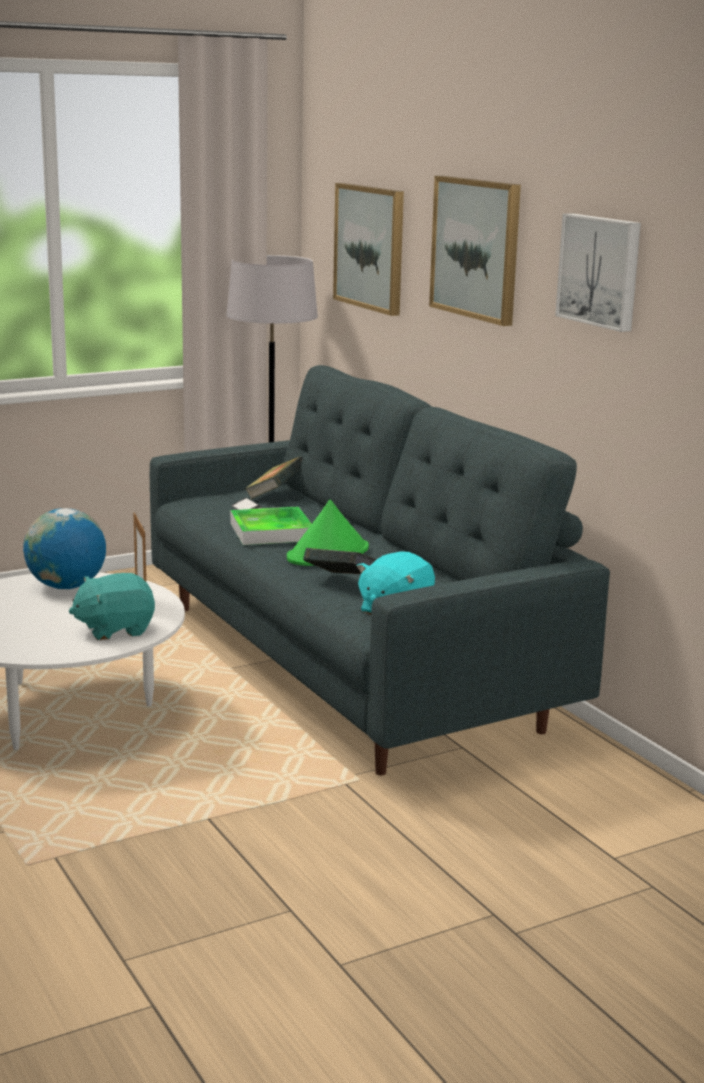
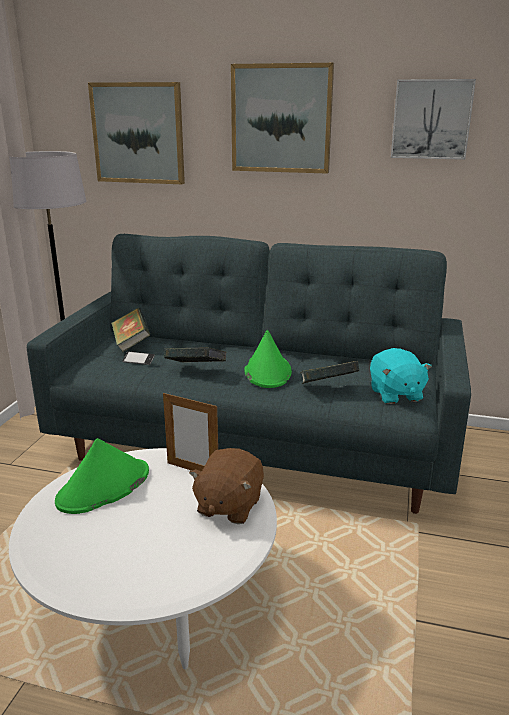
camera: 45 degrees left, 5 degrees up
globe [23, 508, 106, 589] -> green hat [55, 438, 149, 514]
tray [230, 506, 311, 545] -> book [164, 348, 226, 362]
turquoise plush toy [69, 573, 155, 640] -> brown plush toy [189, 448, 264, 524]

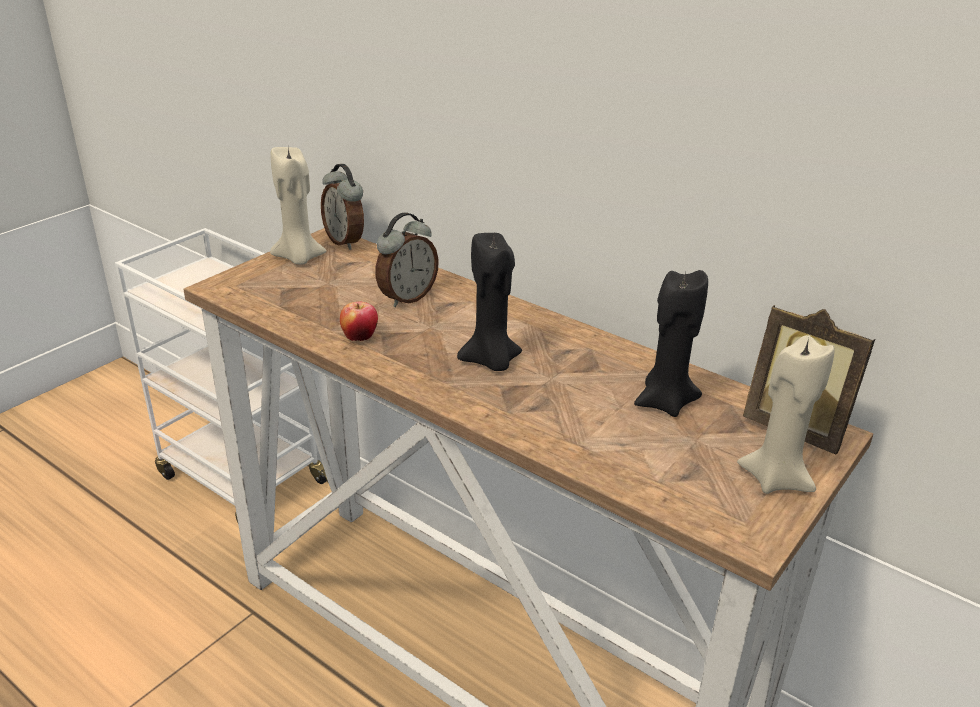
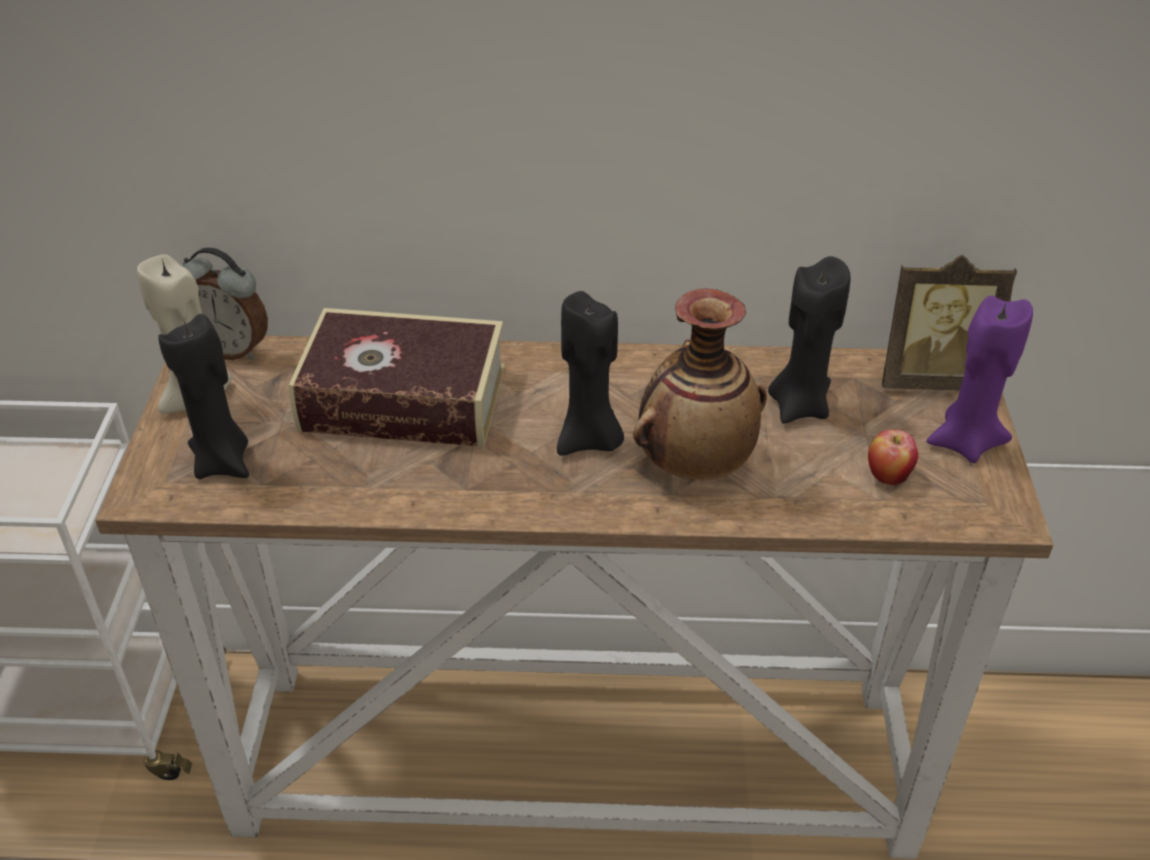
camera: 35 degrees left, 10 degrees up
none -> black candle [158, 314, 249, 479]
alarm clock [375, 213, 439, 307] -> book [288, 308, 505, 447]
none -> vase [633, 288, 767, 480]
apple [340, 302, 378, 341] -> apple [868, 430, 918, 485], move
beige candle [737, 335, 835, 494] -> purple candle [926, 295, 1033, 463]

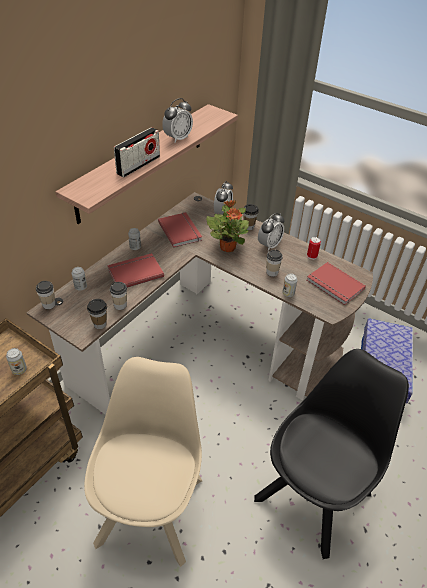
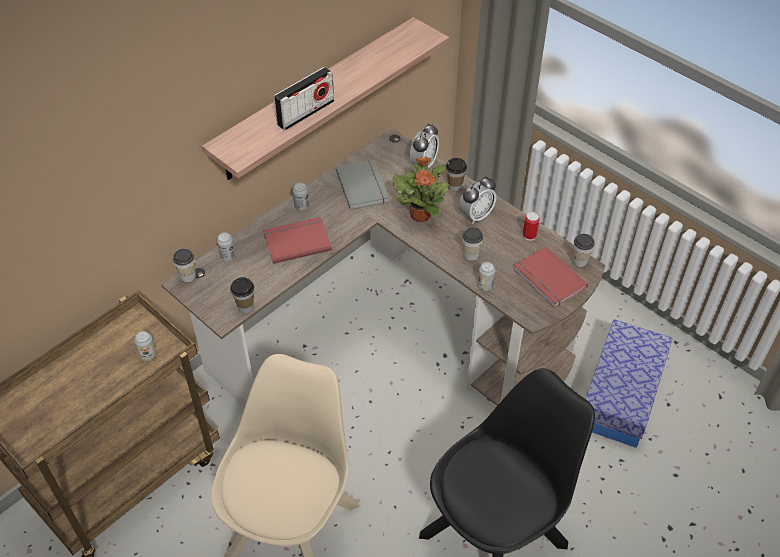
camera: 10 degrees right, 5 degrees up
red book [158, 212, 202, 248] -> grey book [336, 160, 389, 210]
cup [110, 282, 127, 310] -> cup [572, 234, 595, 267], move
alarm clock [162, 98, 193, 143] -> none

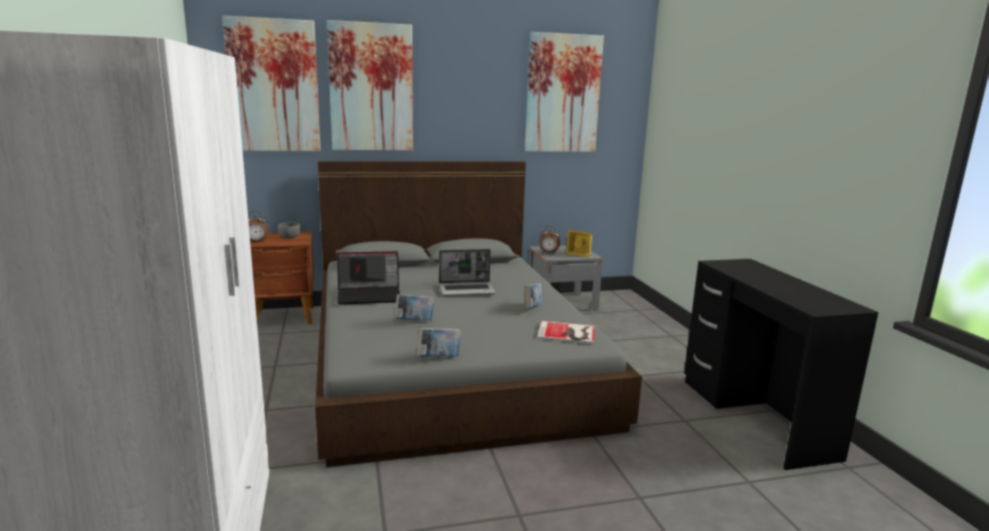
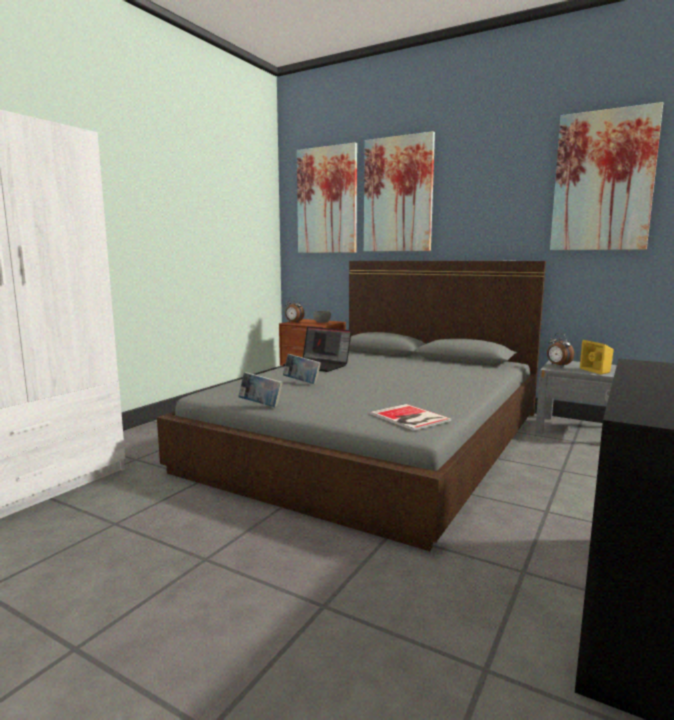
camera: 45 degrees right, 5 degrees down
laptop [439, 249, 496, 296] -> none
book [524, 283, 542, 309] -> none

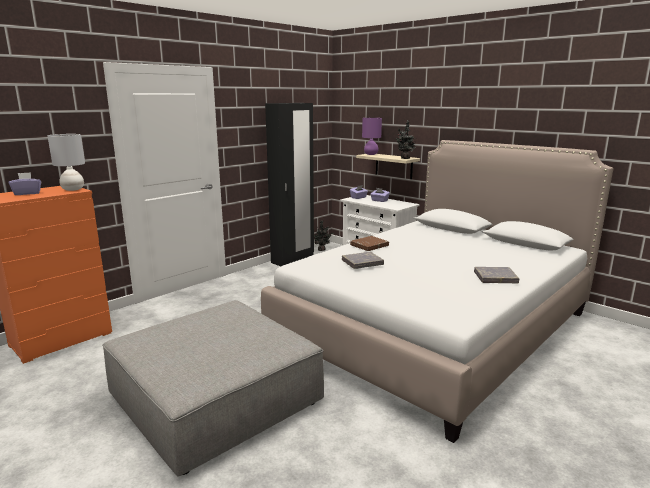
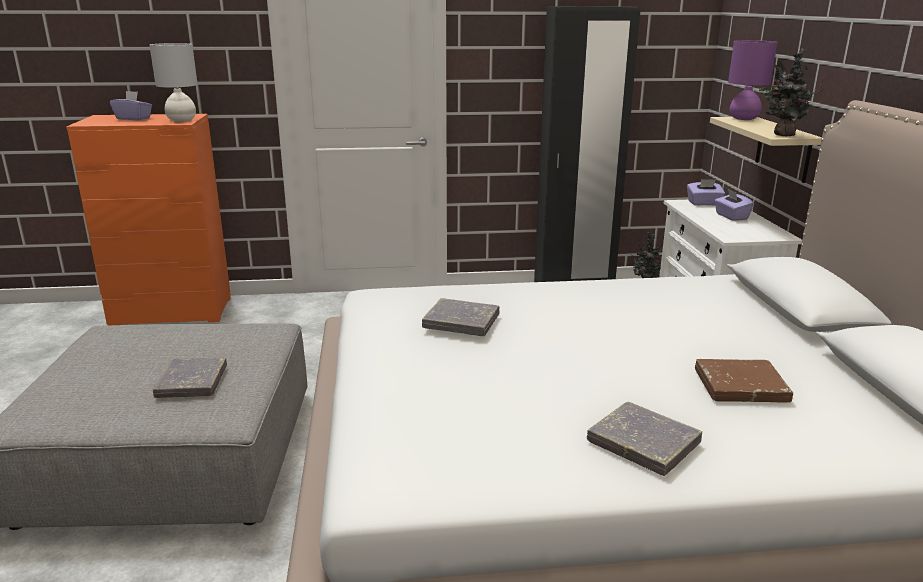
camera: 40 degrees right, 5 degrees up
none -> grey book [153, 357, 227, 398]
brown book [350, 236, 389, 251] -> brown book [695, 359, 793, 403], move

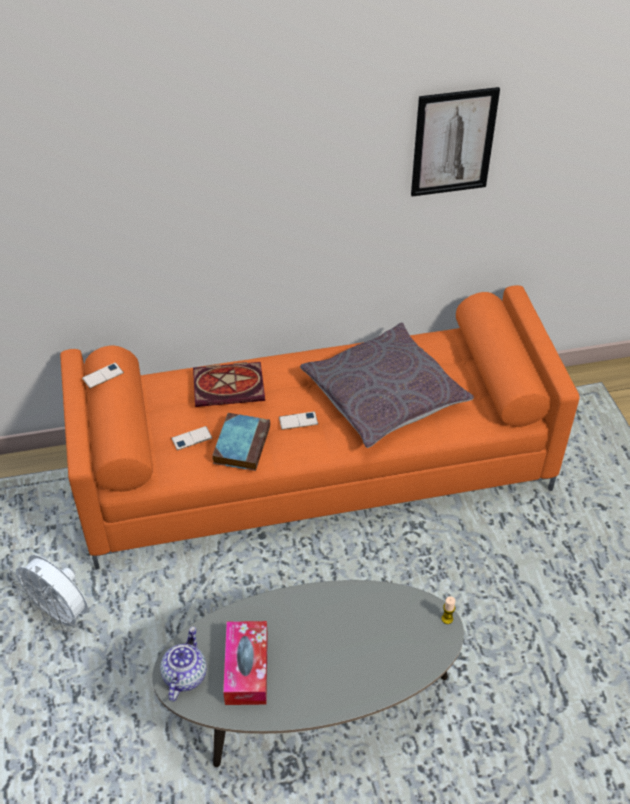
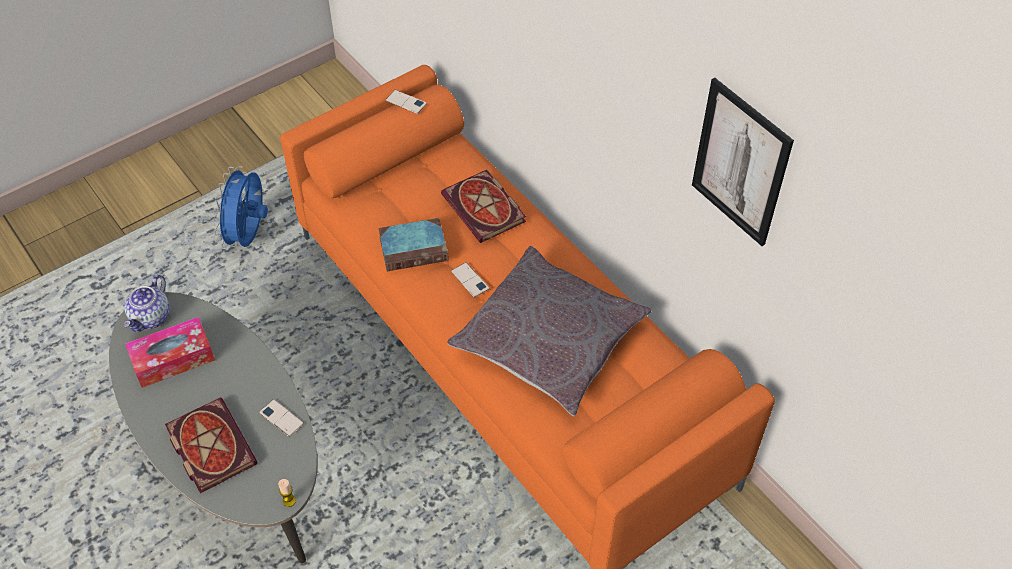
camera: 65 degrees right, 5 degrees up
teapot [160, 627, 207, 702] -> teapot [124, 274, 170, 332], 120 degrees clockwise
none -> book [165, 398, 258, 493]
white fan [9, 555, 88, 632] -> blue fan [213, 166, 268, 249]
phone [171, 426, 212, 450] -> phone [259, 399, 304, 437], move

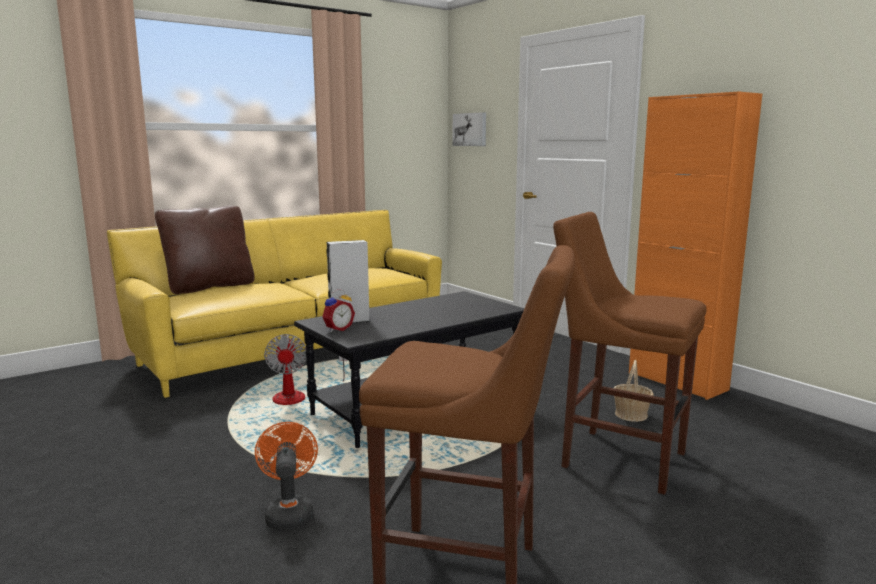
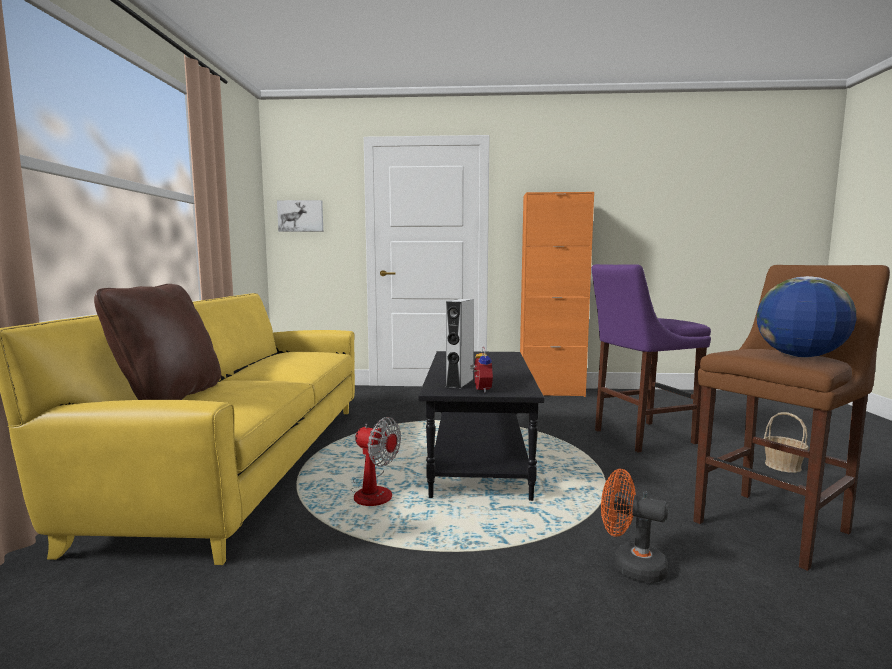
camera: 50 degrees left, 5 degrees down
brown stool [553, 212, 706, 495] -> purple stool [591, 264, 711, 453]
none -> globe [757, 276, 856, 357]
basket [614, 360, 654, 422] -> basket [764, 412, 809, 473], move

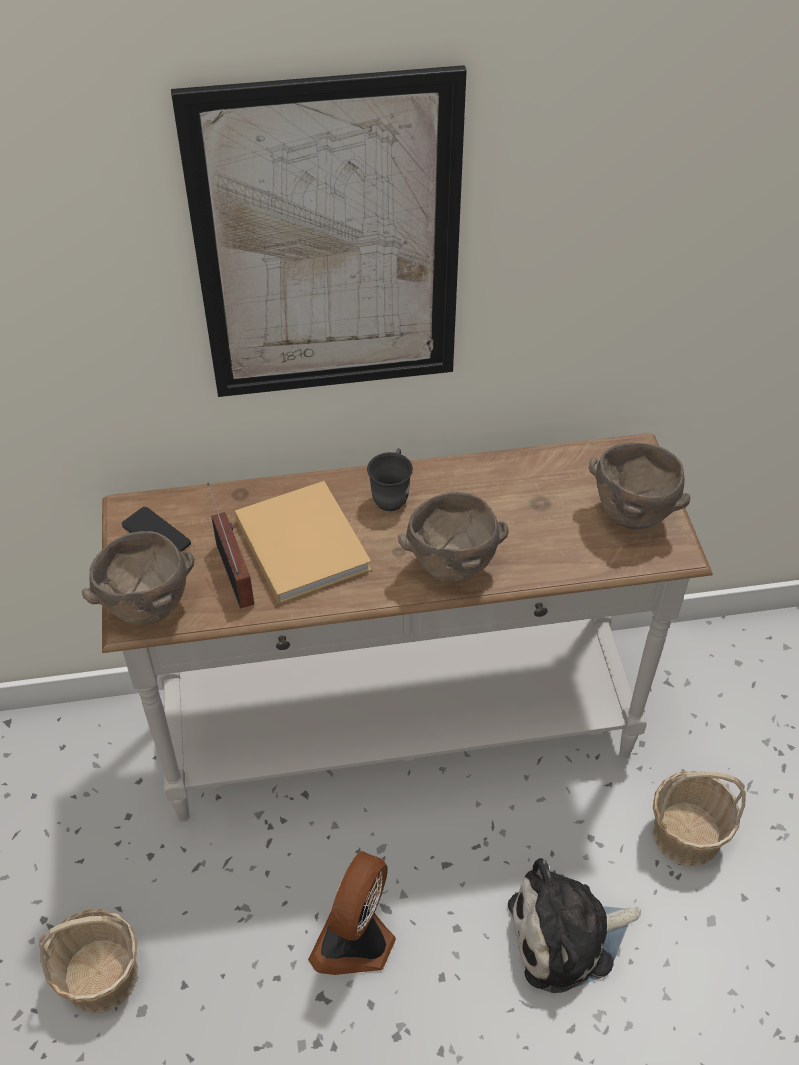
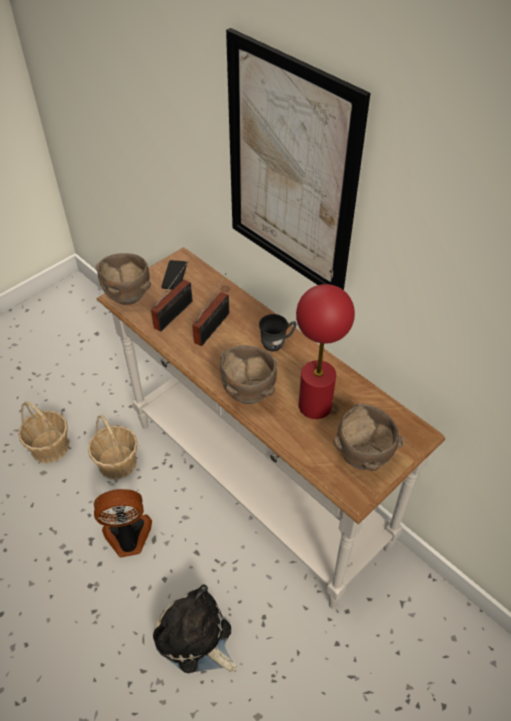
camera: 55 degrees right, 0 degrees up
basket [653, 771, 746, 867] -> basket [88, 414, 138, 479], move
beige book [235, 481, 371, 604] -> radio [192, 273, 229, 346]
none -> red table lamp [296, 284, 355, 419]

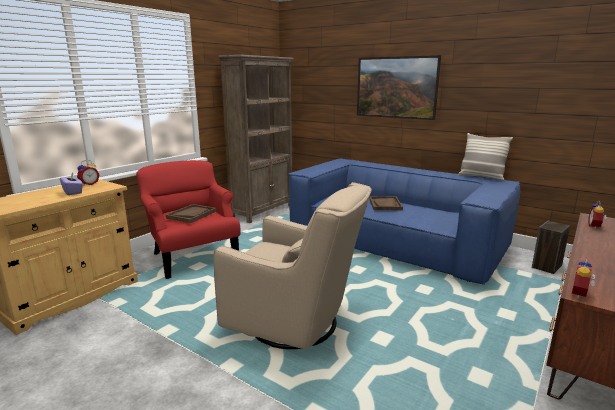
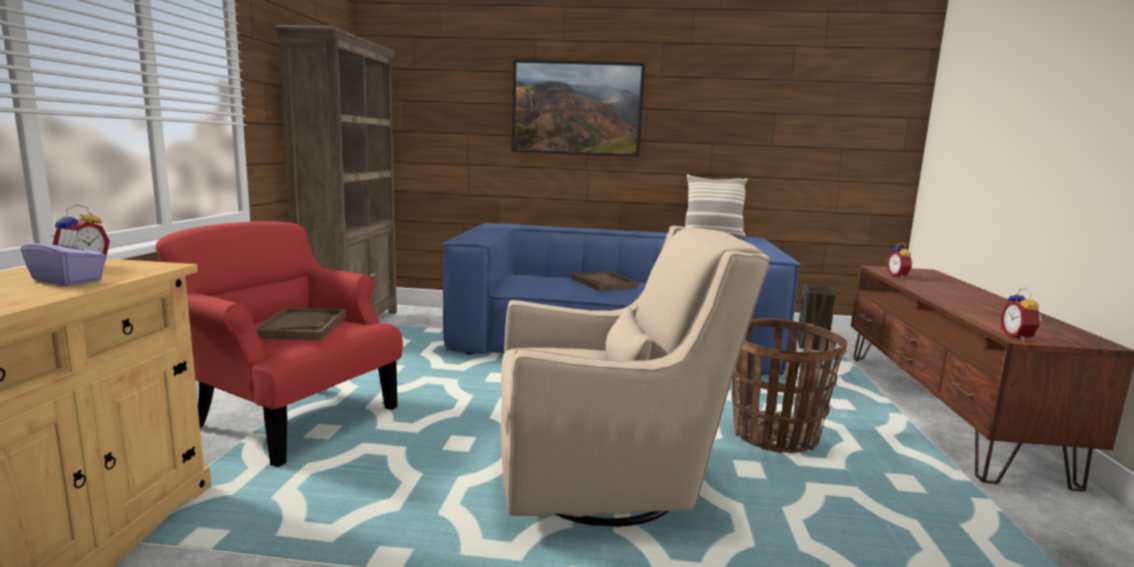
camera: 30 degrees left, 5 degrees down
none -> basket [732, 318, 848, 453]

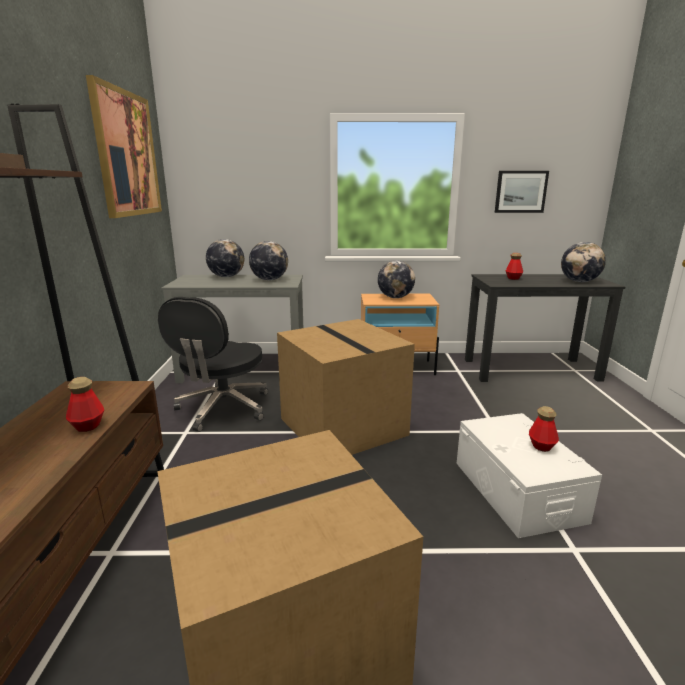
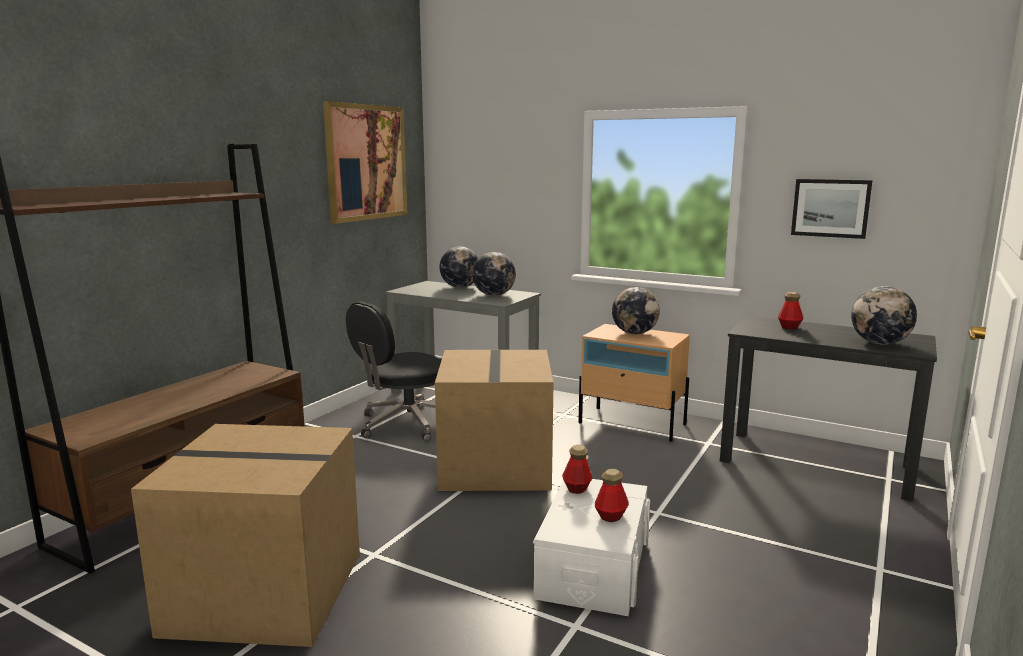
camera: 30 degrees right, 5 degrees down
bottle [66, 377, 104, 432] -> bottle [562, 445, 592, 494], move

